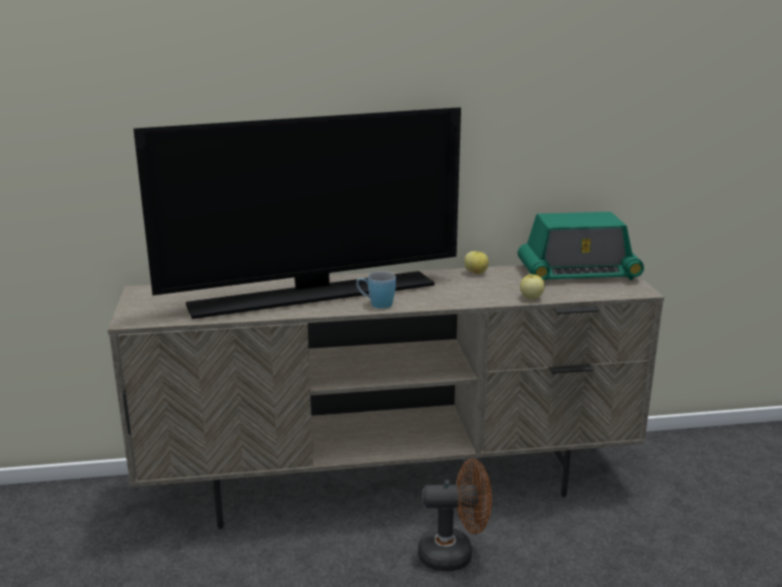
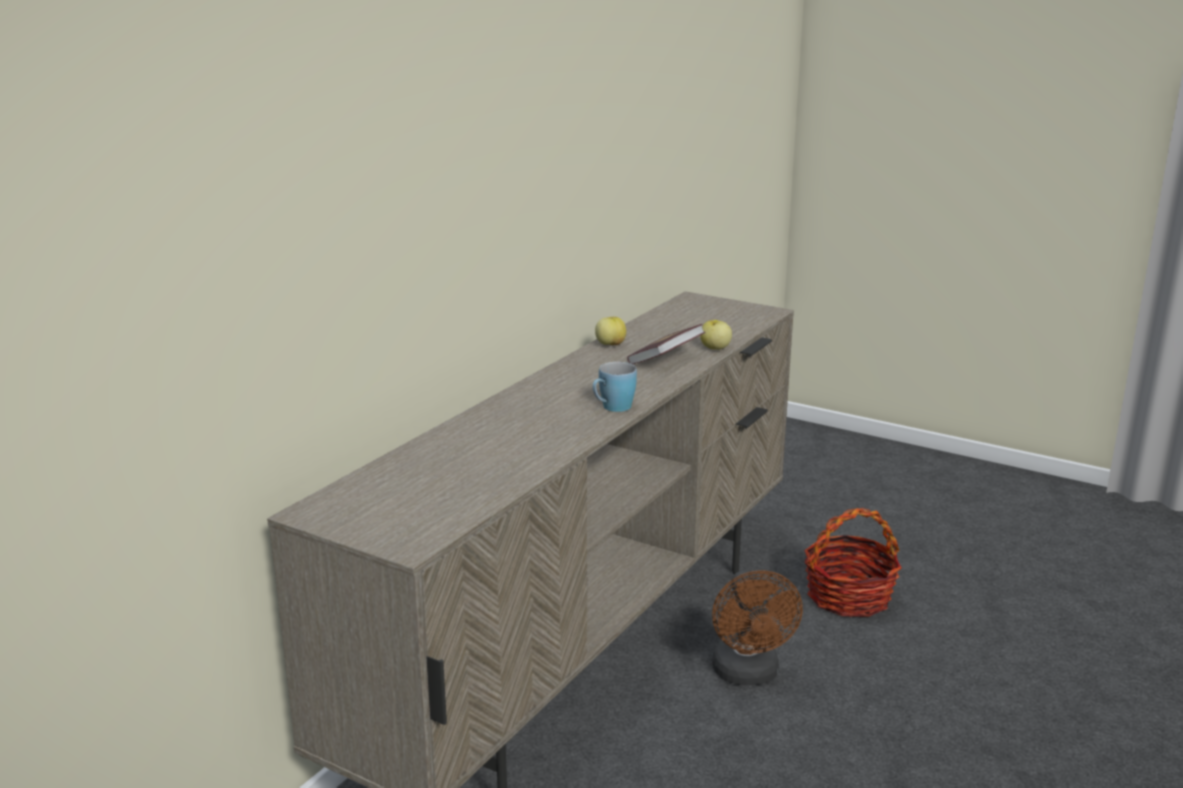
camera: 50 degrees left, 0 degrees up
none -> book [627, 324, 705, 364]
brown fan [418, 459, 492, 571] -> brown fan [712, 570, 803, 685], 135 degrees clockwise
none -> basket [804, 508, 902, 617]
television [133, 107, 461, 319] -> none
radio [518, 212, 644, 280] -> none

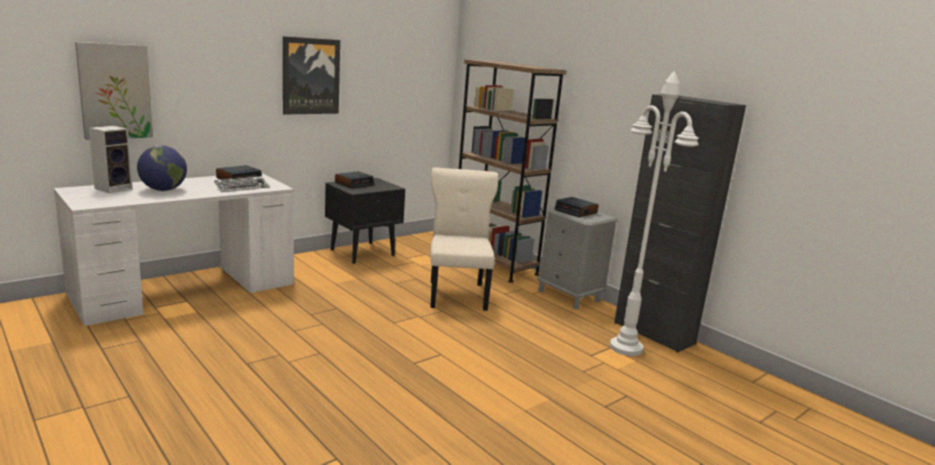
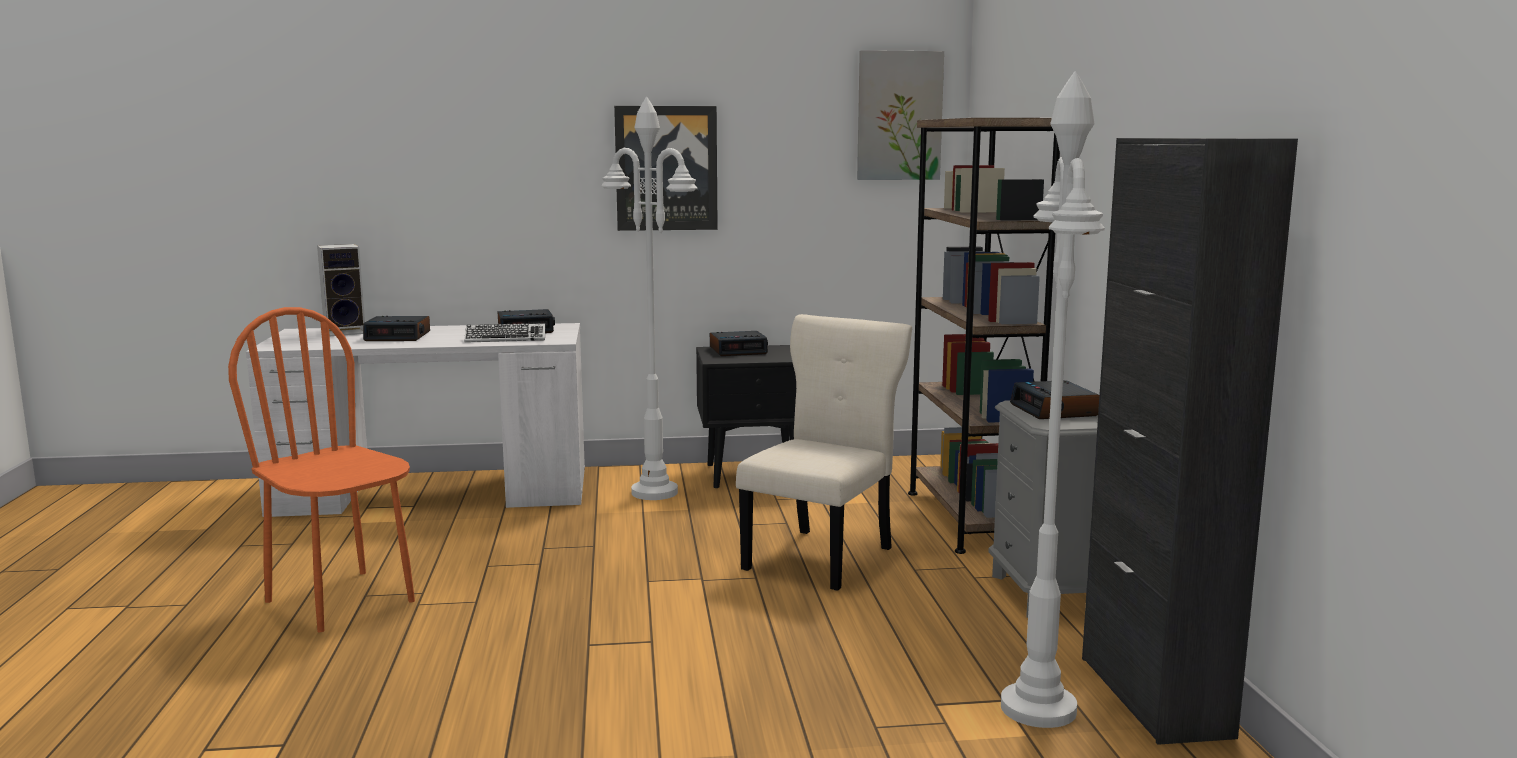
camera: 35 degrees right, 5 degrees down
none -> orange chair [228, 307, 415, 632]
globe [137, 145, 187, 191] -> alarm clock [363, 316, 430, 341]
none -> white floor lamp [601, 97, 698, 500]
picture [75, 42, 153, 140] -> picture [857, 50, 944, 180], move

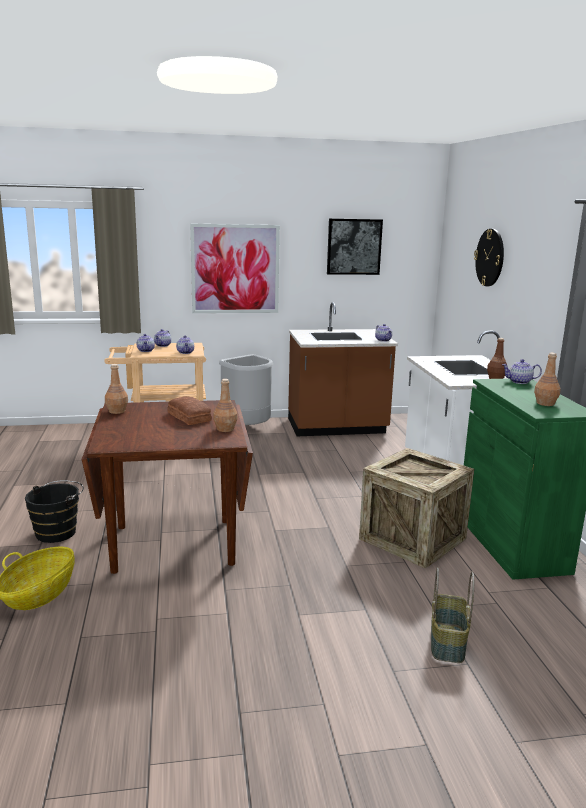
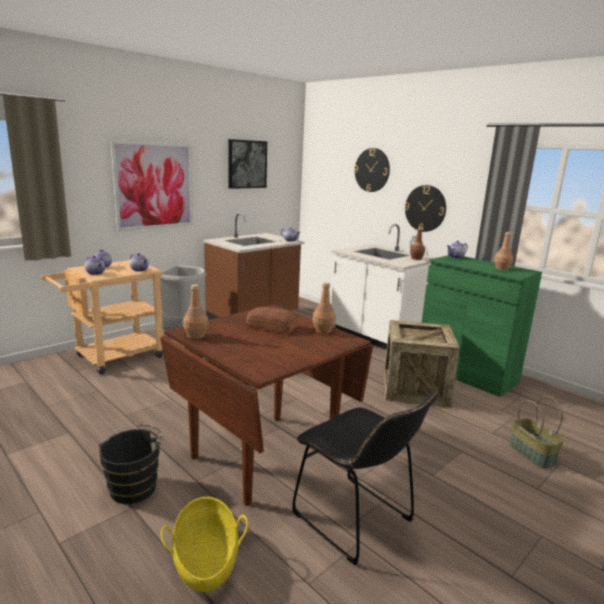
camera: 35 degrees left, 0 degrees up
none -> black chair [292, 392, 437, 565]
none -> wall clock [404, 185, 446, 232]

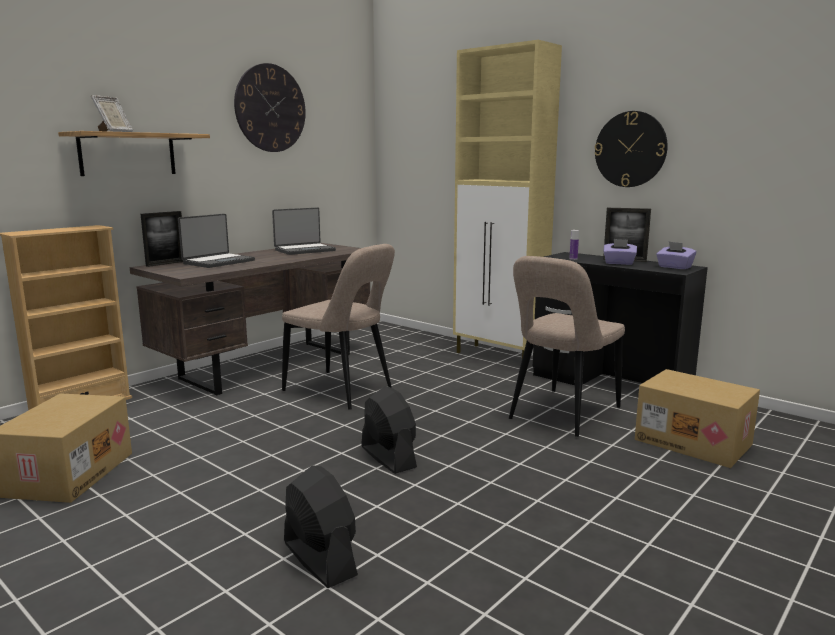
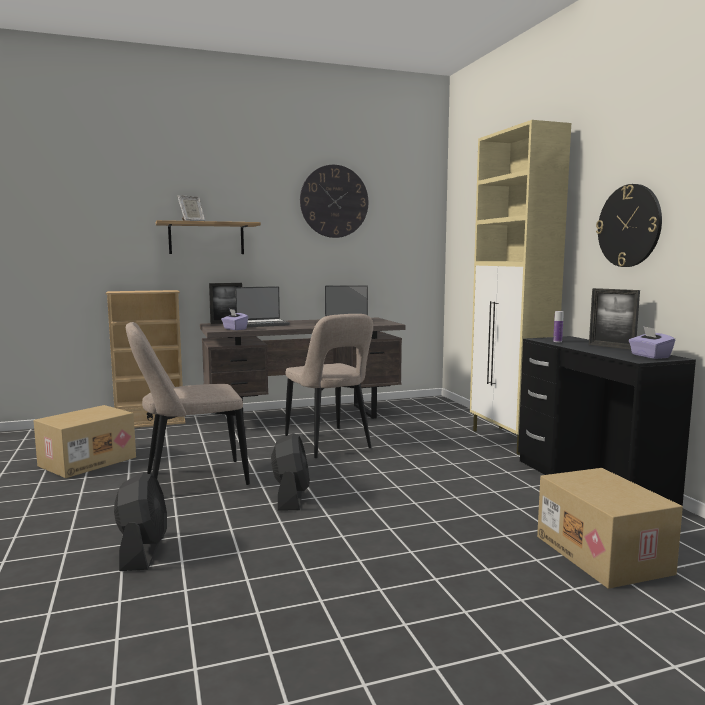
camera: 30 degrees right, 5 degrees down
beige chair [509, 256, 625, 437] -> beige chair [126, 322, 250, 485], move
purple tissue box [603, 239, 637, 265] -> purple tissue box [221, 309, 248, 330], move

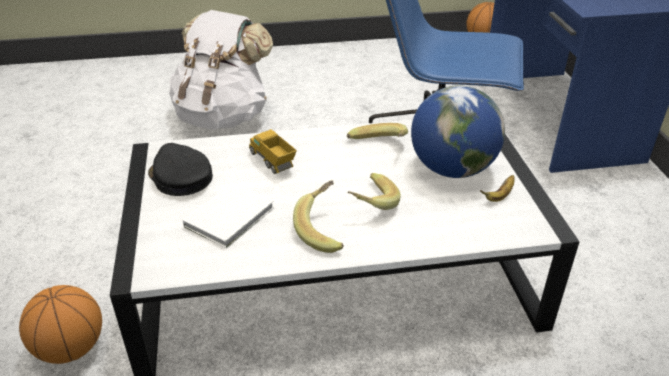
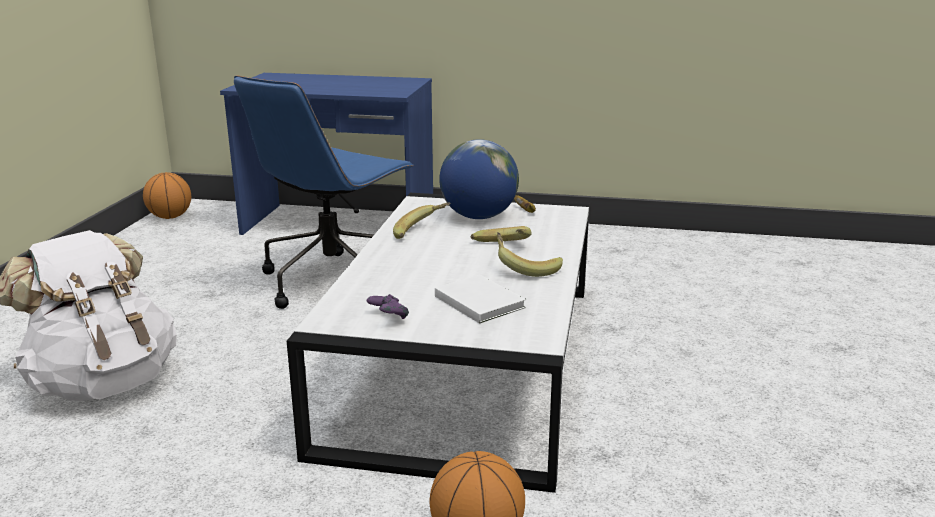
camera: 70 degrees left, 15 degrees down
black cap [148, 143, 213, 196] -> purple game controller [367, 294, 409, 319]
toy truck [249, 129, 297, 174] -> none

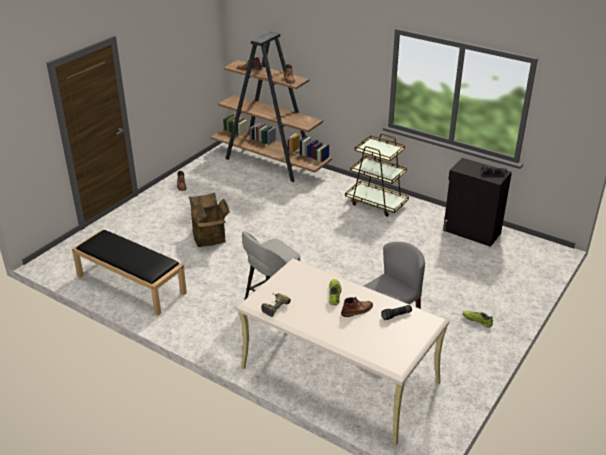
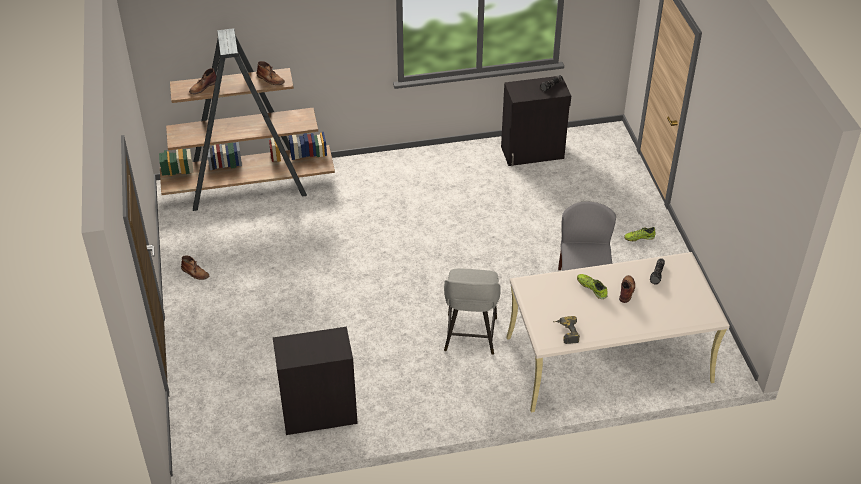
camera: 45 degrees left, 10 degrees up
black bench [72, 229, 187, 316] -> black cabinet [273, 327, 358, 435]
cardboard box [189, 193, 230, 247] -> none
brown cart [345, 134, 409, 217] -> none

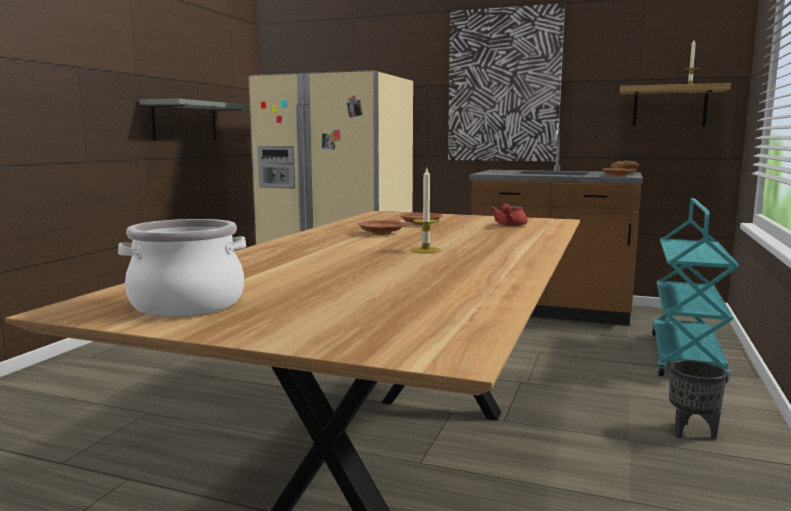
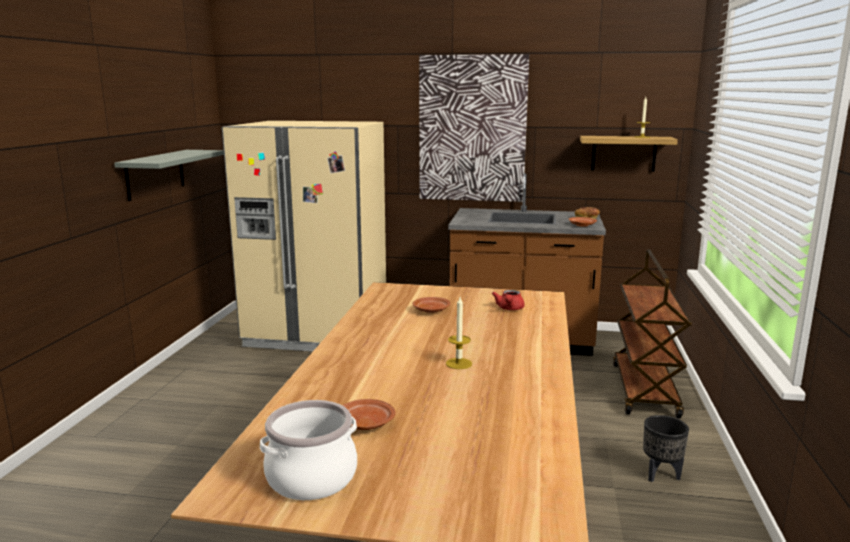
camera: 10 degrees left, 5 degrees up
brown plate [358, 220, 405, 235] -> brown plate [342, 399, 396, 430], move
turquoise cart [652, 198, 739, 384] -> brown cart [613, 250, 692, 418]

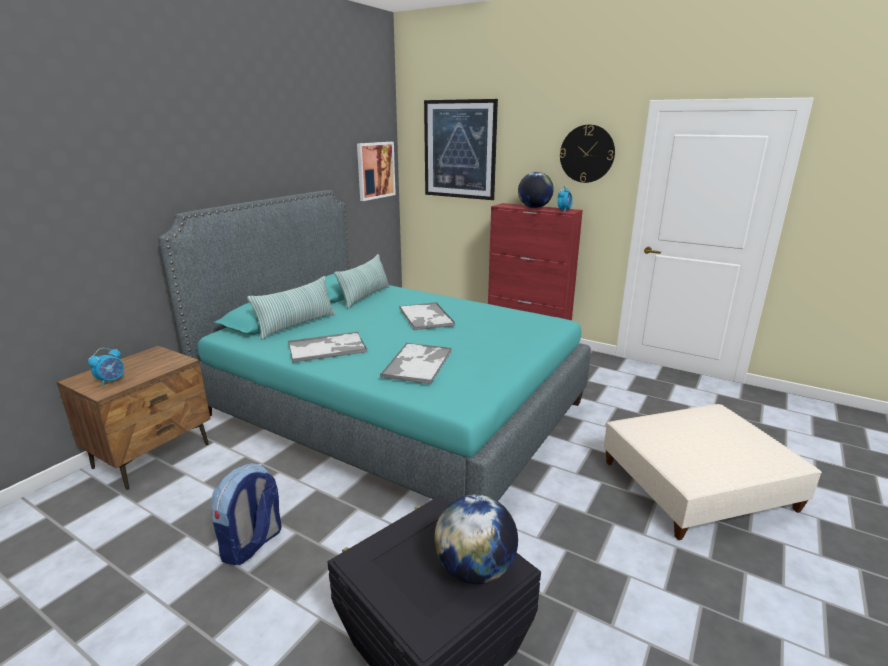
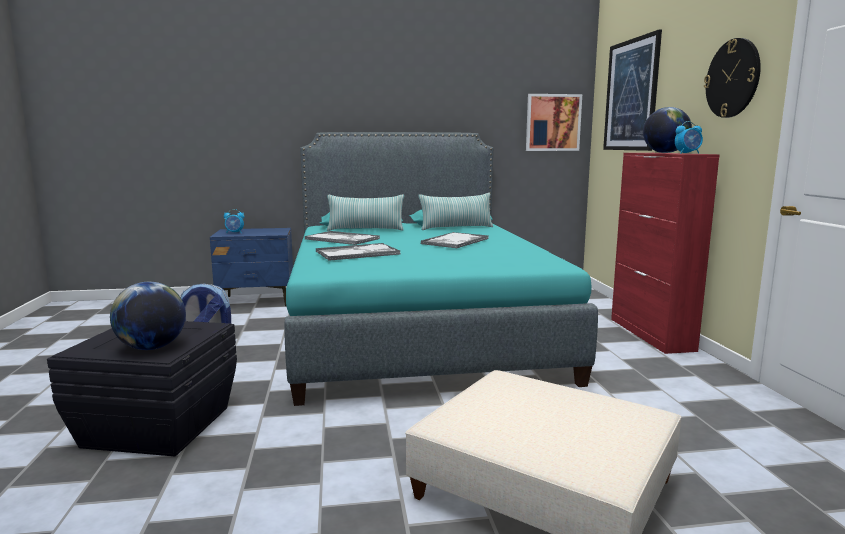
camera: 50 degrees right, 10 degrees down
brown nightstand [57, 346, 210, 490] -> blue nightstand [210, 228, 293, 306]

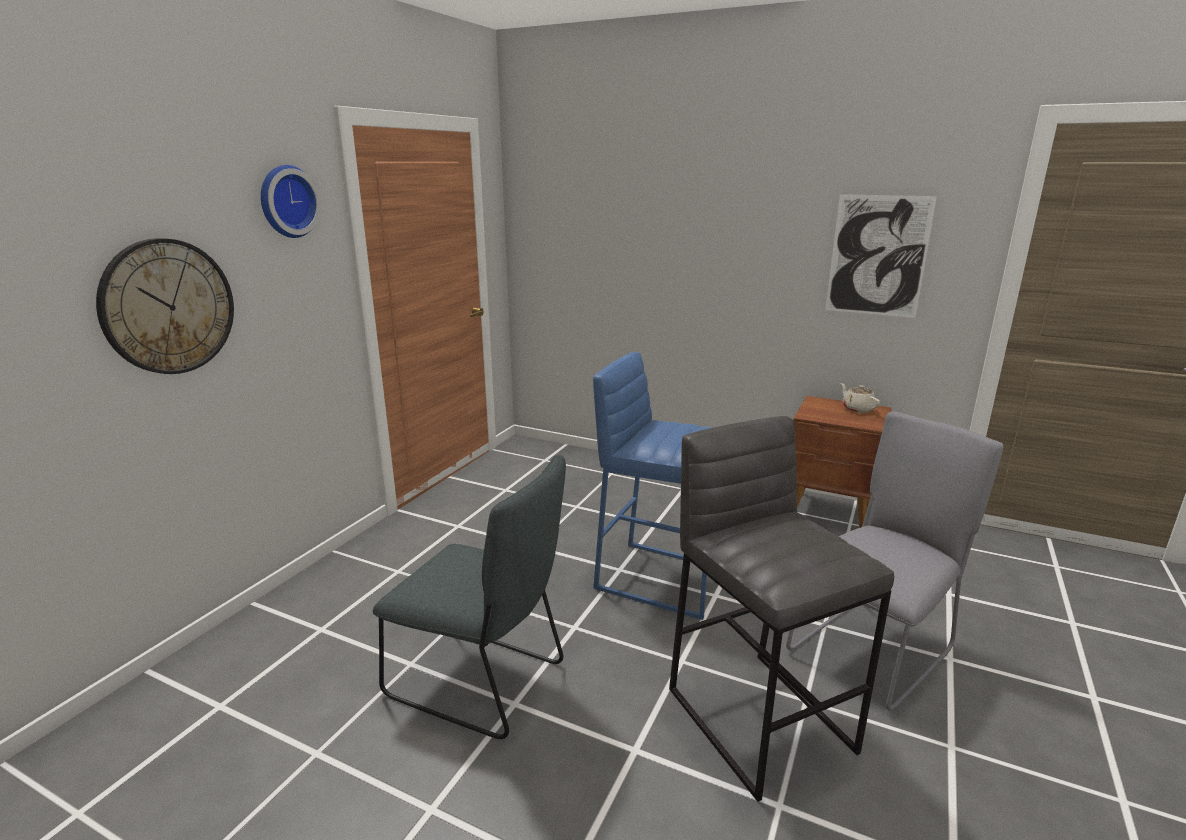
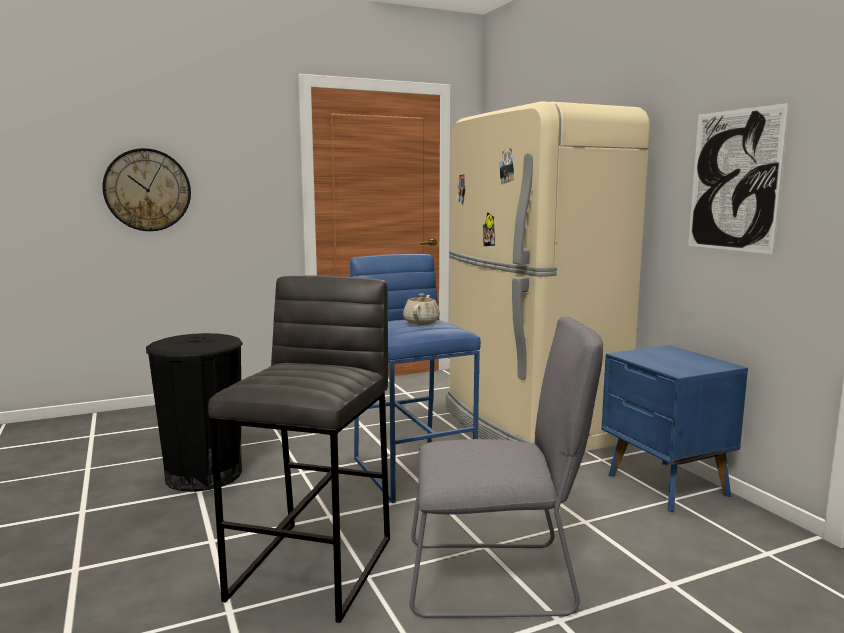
camera: 40 degrees right, 10 degrees down
grey chair [373, 455, 566, 739] -> black trash can [146, 333, 243, 492]
beige teapot [840, 383, 880, 413] -> beige teapot [403, 293, 440, 325], move
none -> beige fridge [445, 101, 650, 452]
brown nightstand [793, 396, 892, 528] -> blue nightstand [602, 345, 748, 512]
wall clock [261, 165, 321, 238] -> none

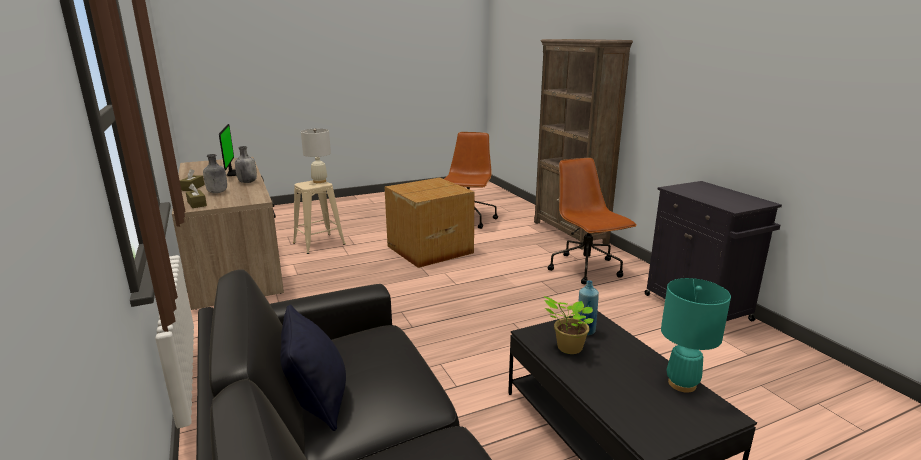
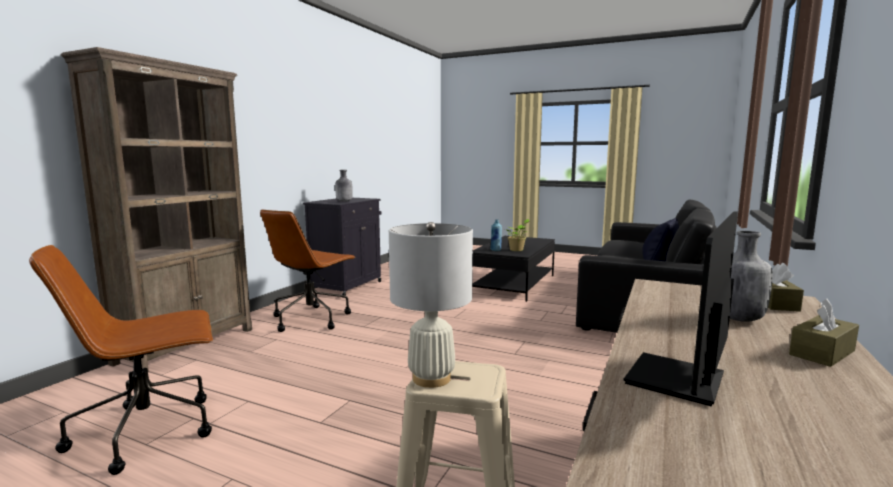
camera: 130 degrees left, 10 degrees down
grey bottle [235, 146, 257, 183] -> grey bottle [335, 170, 353, 202], move
cardboard box [385, 177, 475, 268] -> none
turquoise table lamp [661, 278, 731, 393] -> none

